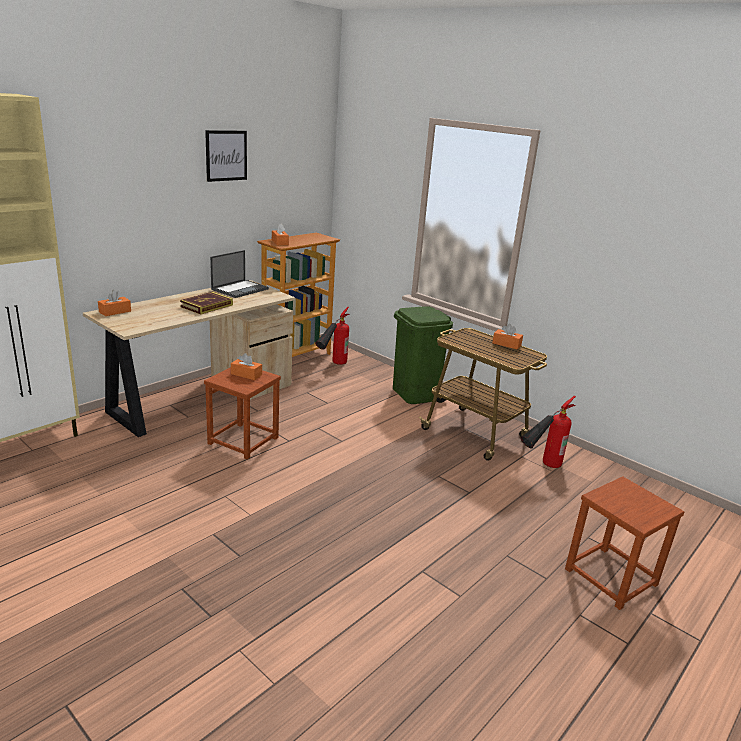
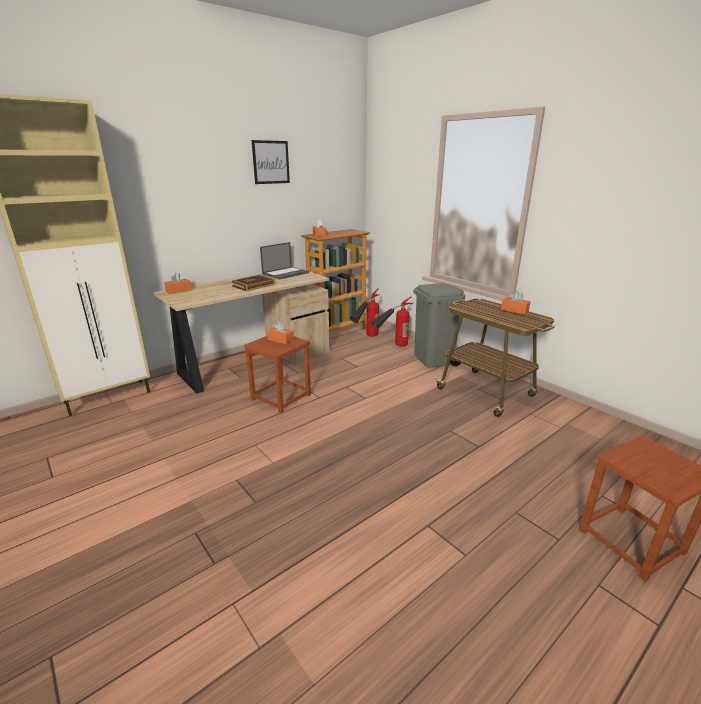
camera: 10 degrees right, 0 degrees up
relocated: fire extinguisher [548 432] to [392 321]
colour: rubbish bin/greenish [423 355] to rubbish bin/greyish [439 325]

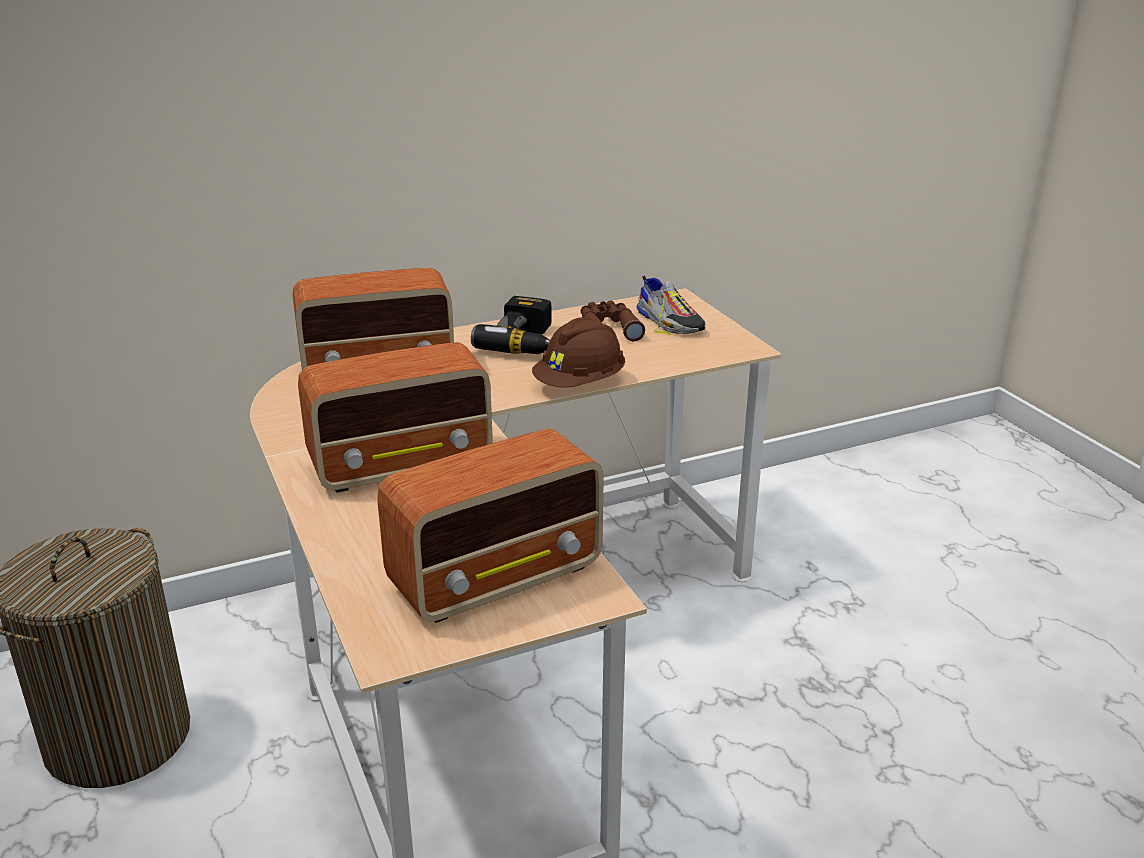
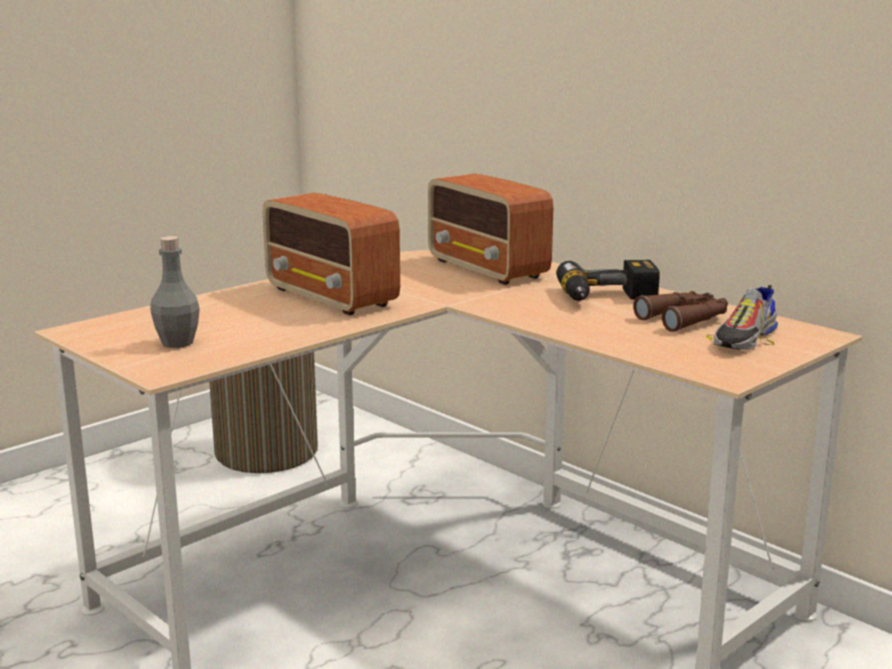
camera: 70 degrees right, 10 degrees down
missing: hard hat/brown [578 352]
exchanged: radio [490 525] to bottle/greyish [175 292]

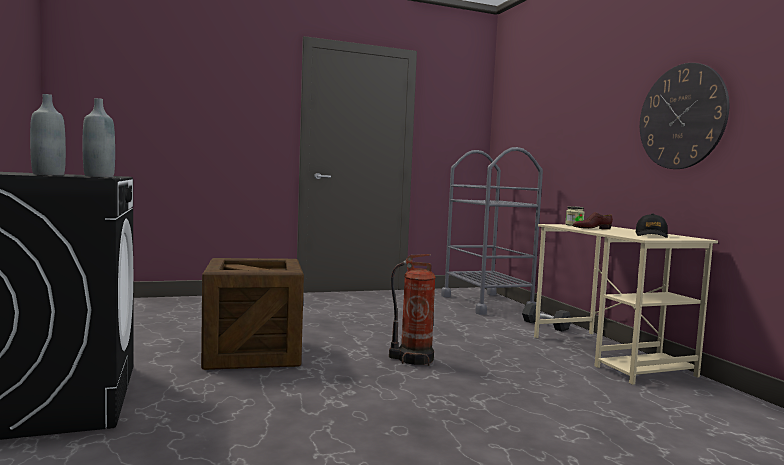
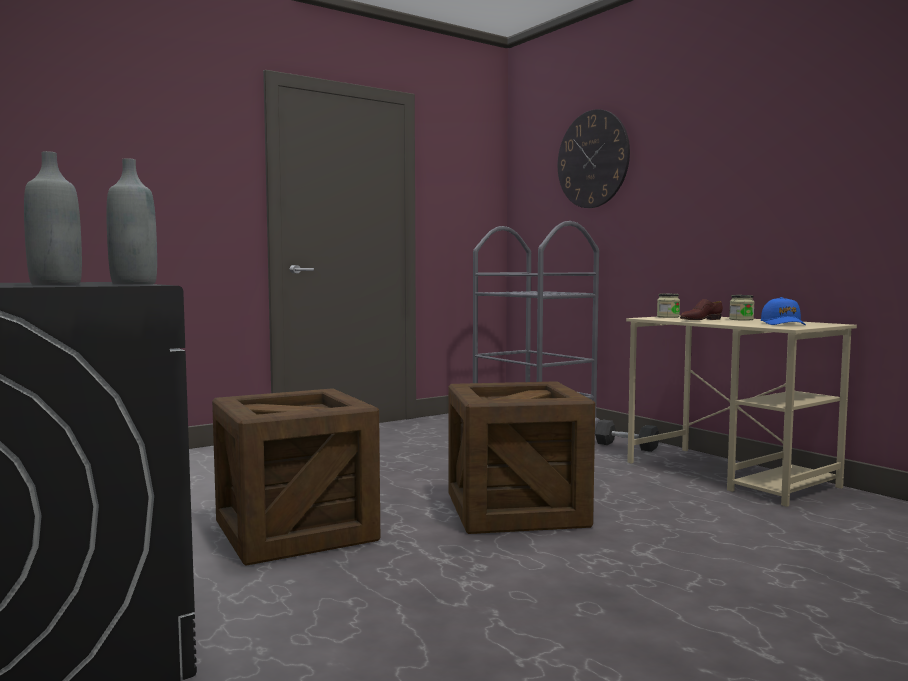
camera: 15 degrees left, 0 degrees up
appeared: storage jar [742 308]
relocated: clock on the wall [684 116] to [594 158]
exchanged: fire extinguisher [412 310] to crate [521 457]
colour: baseball cap/black-coloured [651 226] to baseball cap/blue-coloured [783 311]

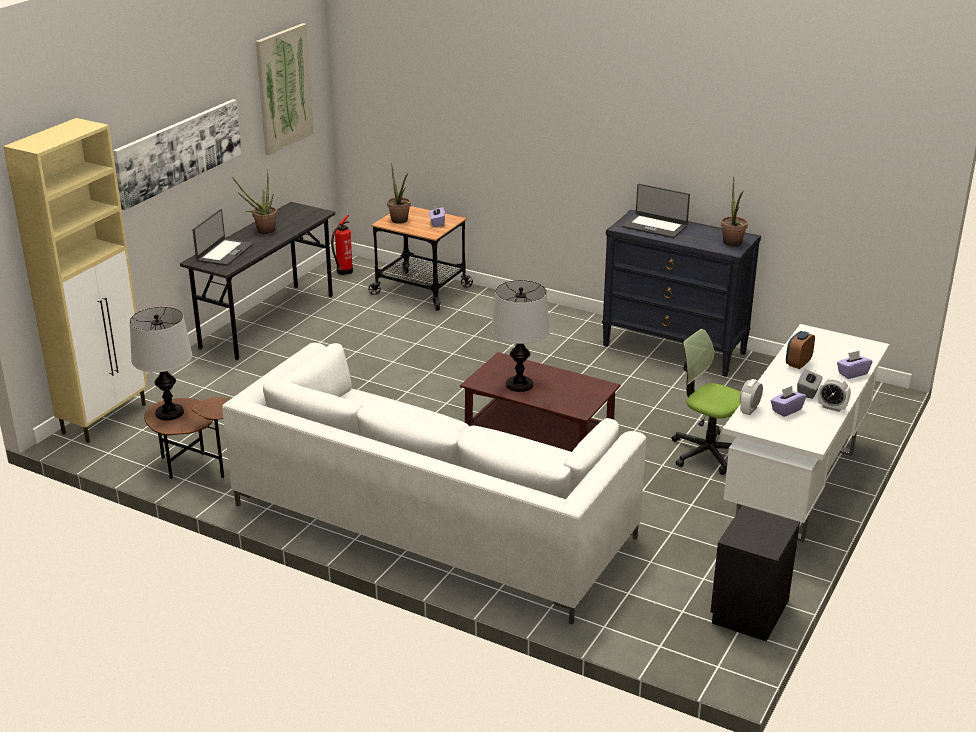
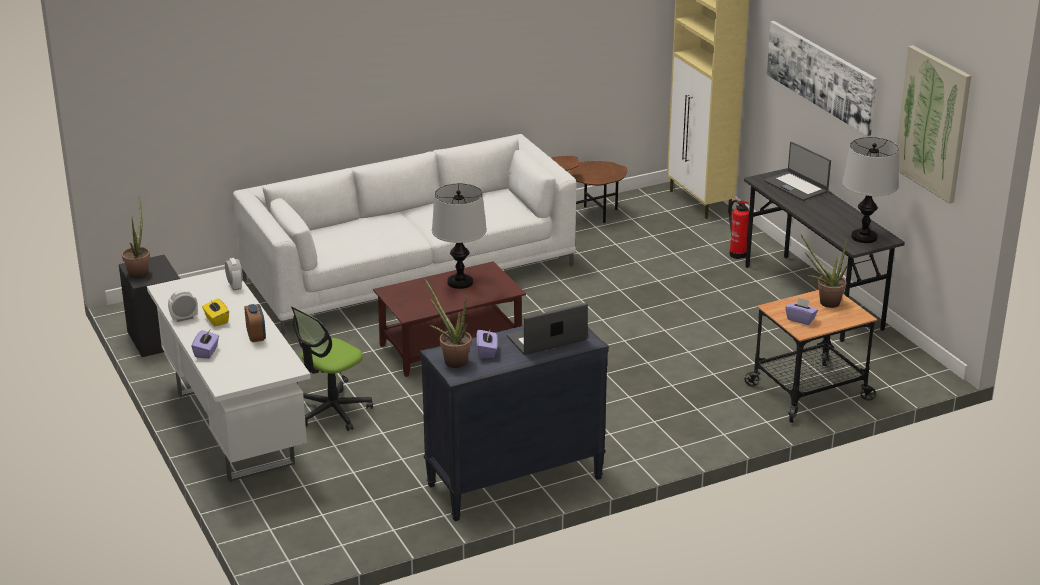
camera: 125 degrees right, 0 degrees up
relocated: houseplant [254 202] to [136 237]; fire extinguisher [342 245] to [739 229]; table lamp [161 363] to [870 190]; tissue box/purple [788 401] to [487 344]
colour: tissue box/greyish [810 384] to tissue box/yellow [215 312]
spun: desk chair [706 402] = [332 368] 150 degrees clockwise

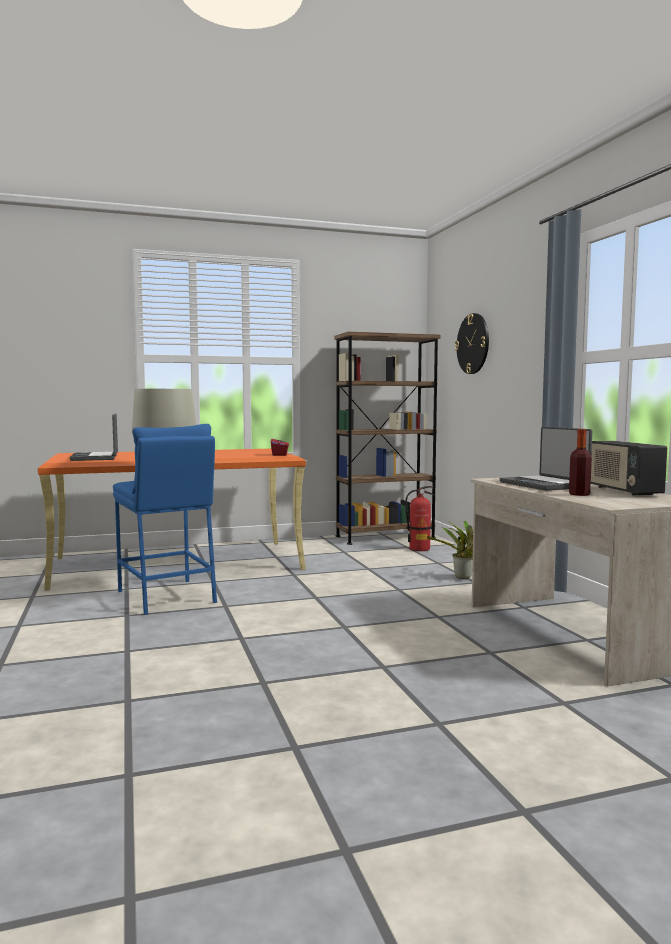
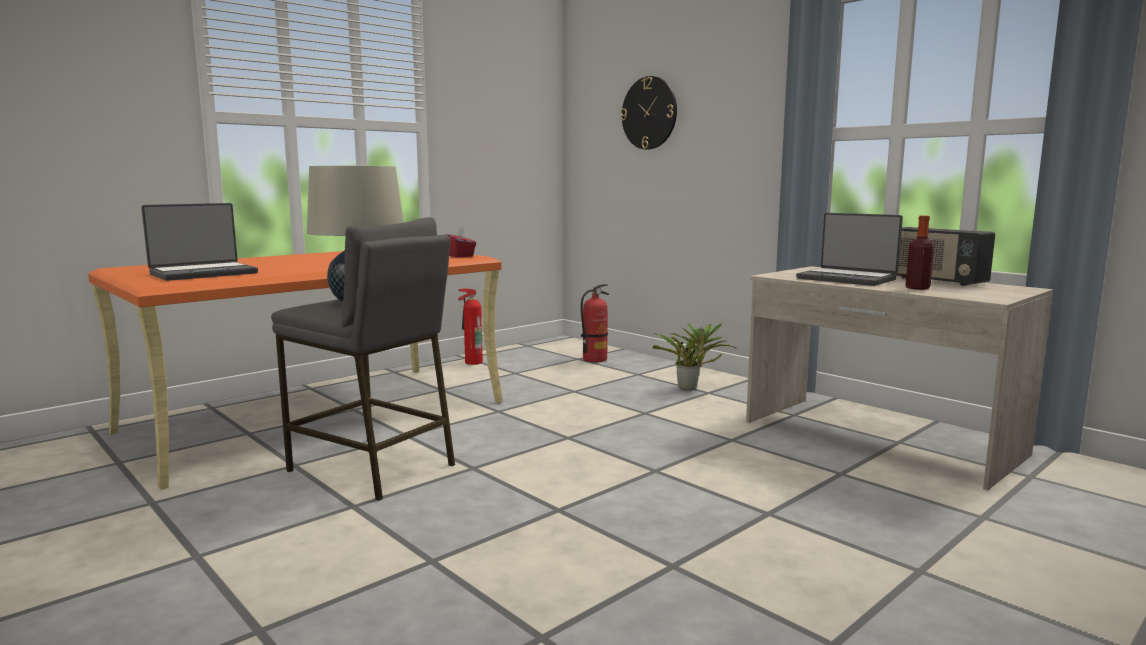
camera: 25 degrees left, 5 degrees up
missing: bookshelf/brown [387 438]
appeared: fire extinguisher [470 326]
colour: stool seat/blue-coloured [165 519] to stool seat/greyish [363 359]
spun: notebook computer [93 437] = [199 242] 90 degrees counterclockwise

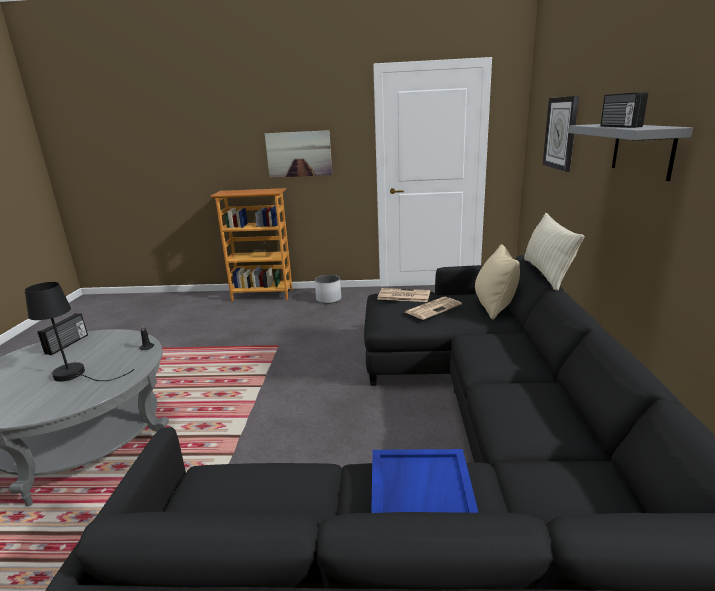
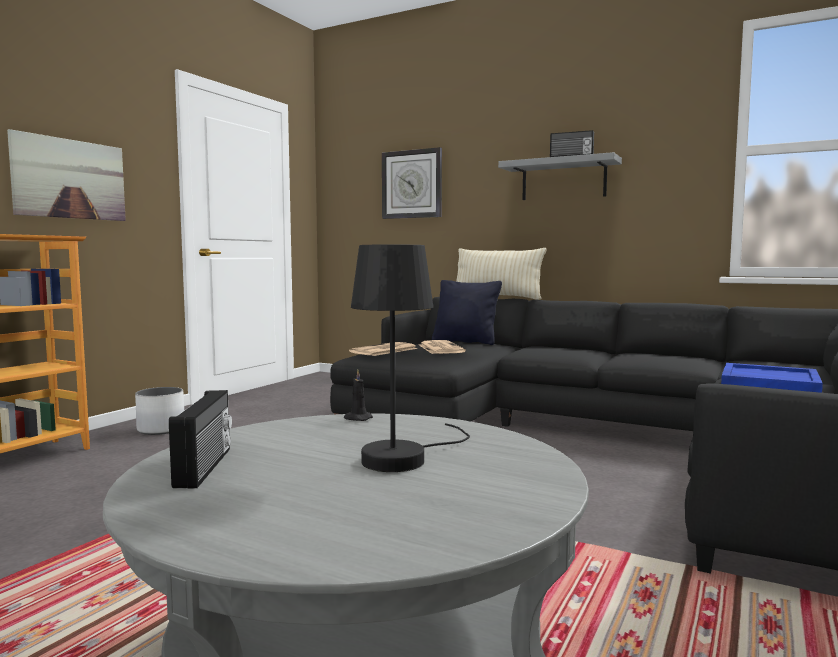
camera: 65 degrees left, 15 degrees down
colour: throw pillow/sand-coloured [497 282] to throw pillow/black-coloured [467 312]
spun: radio [63 334] = [200 439] 45 degrees clockwise

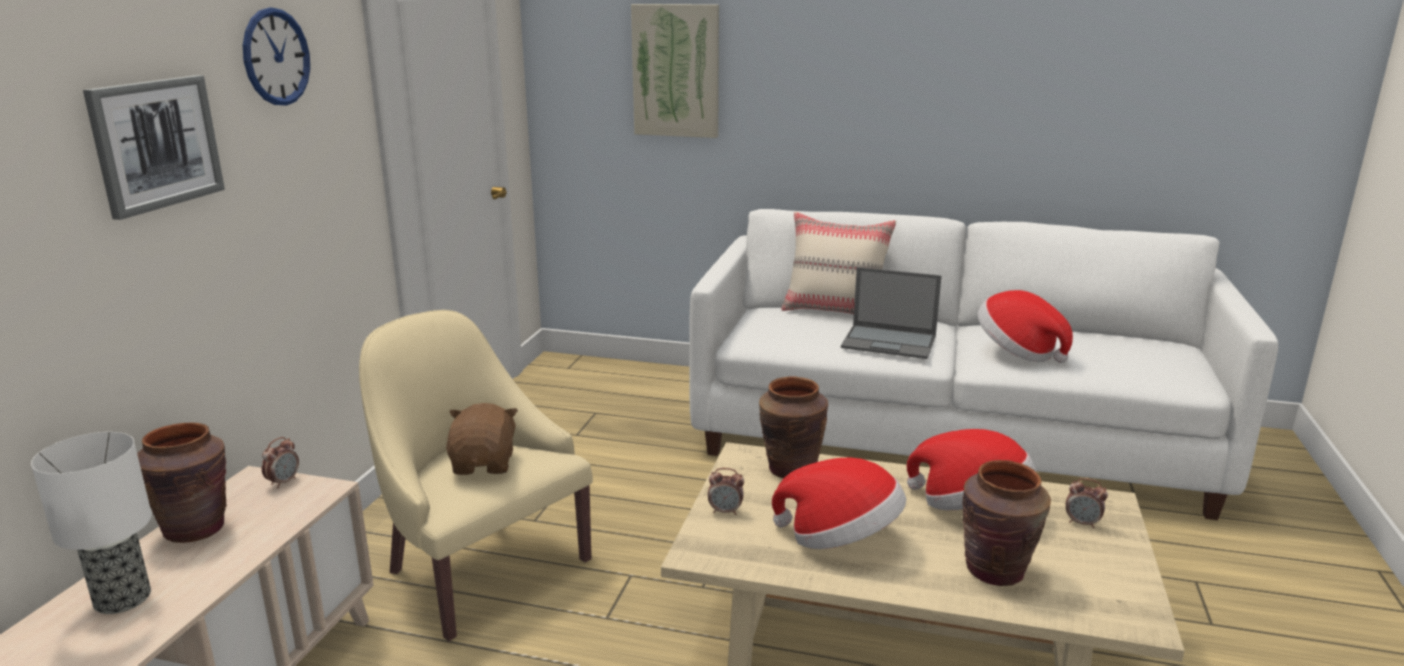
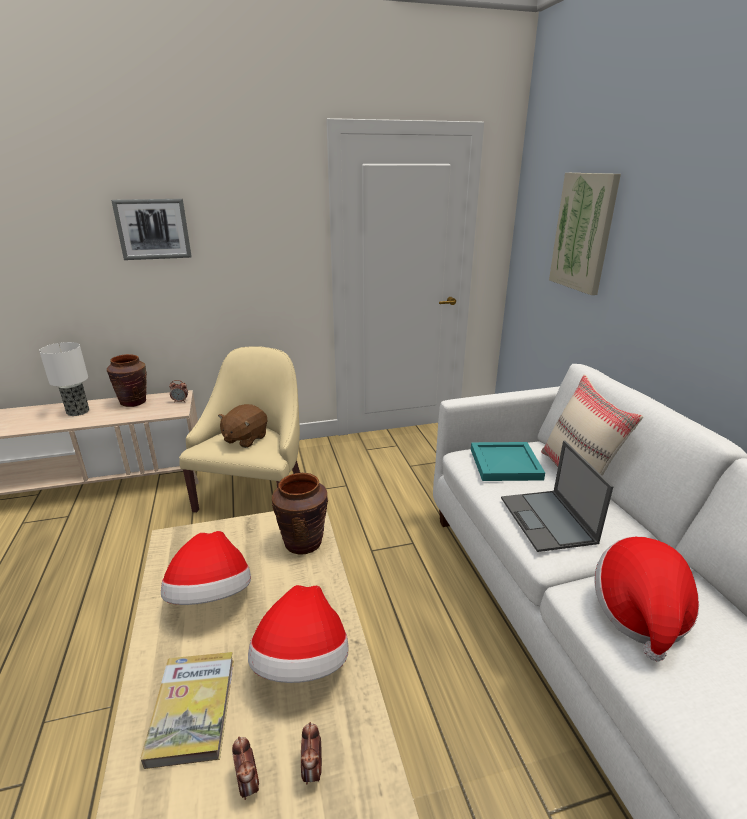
camera: 60 degrees right, 5 degrees up
missing: clock on the wall [276 56]
appeared: serving tray/blue-green [508 461]
relocated: table clock [726 491] to [245 768]
exchanged: flower vase/brown [1007 523] to book [187 710]
spun: plush toy/brown [482 439] = [242 426] 150 degrees clockwise

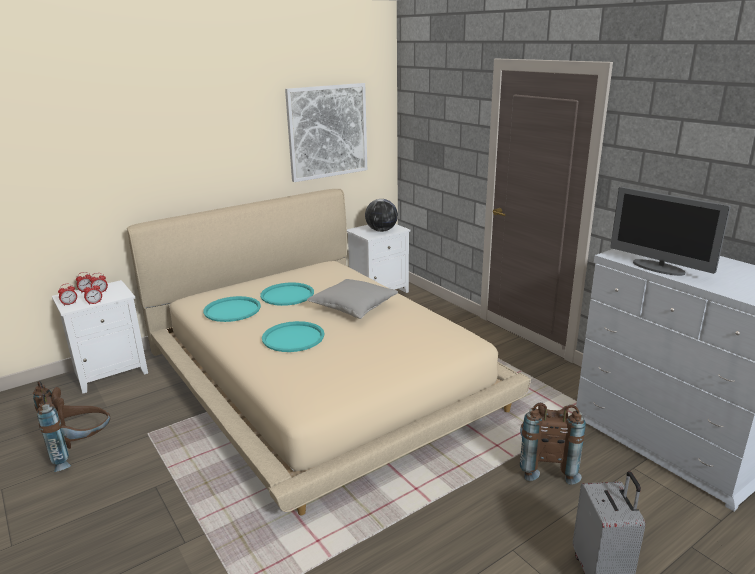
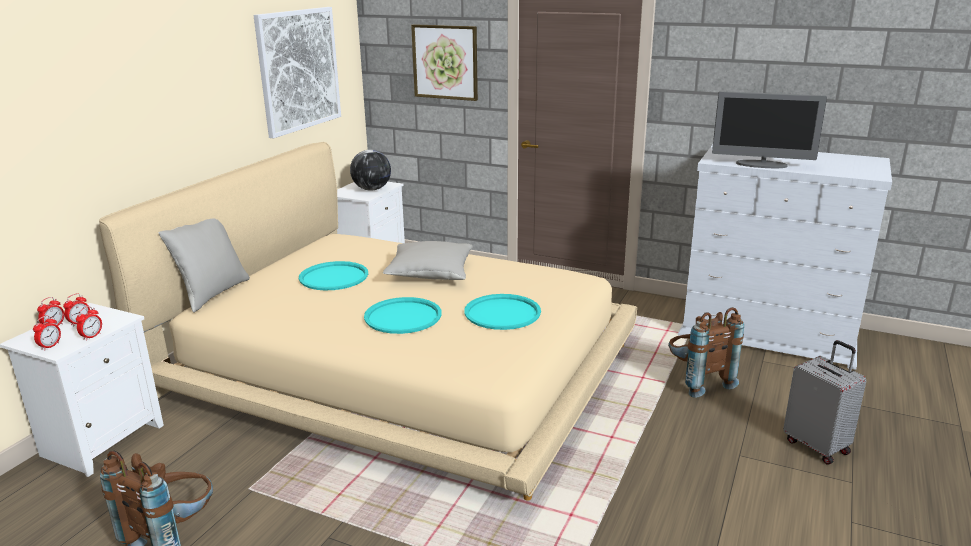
camera: 30 degrees left, 0 degrees up
appeared: wall picture [444 62]; throw pillow/greyish [204 265]
relocated: serving tray/blue-green [232 309] to [502 312]

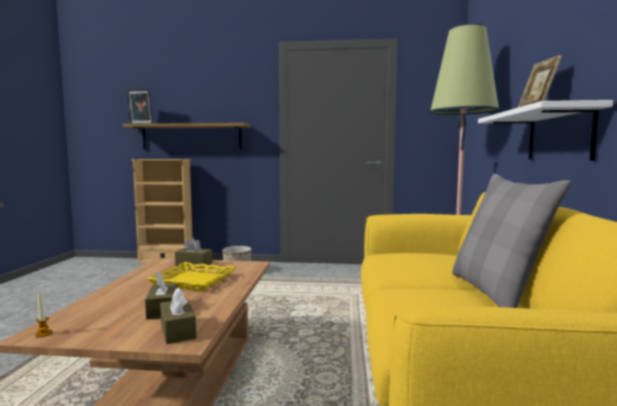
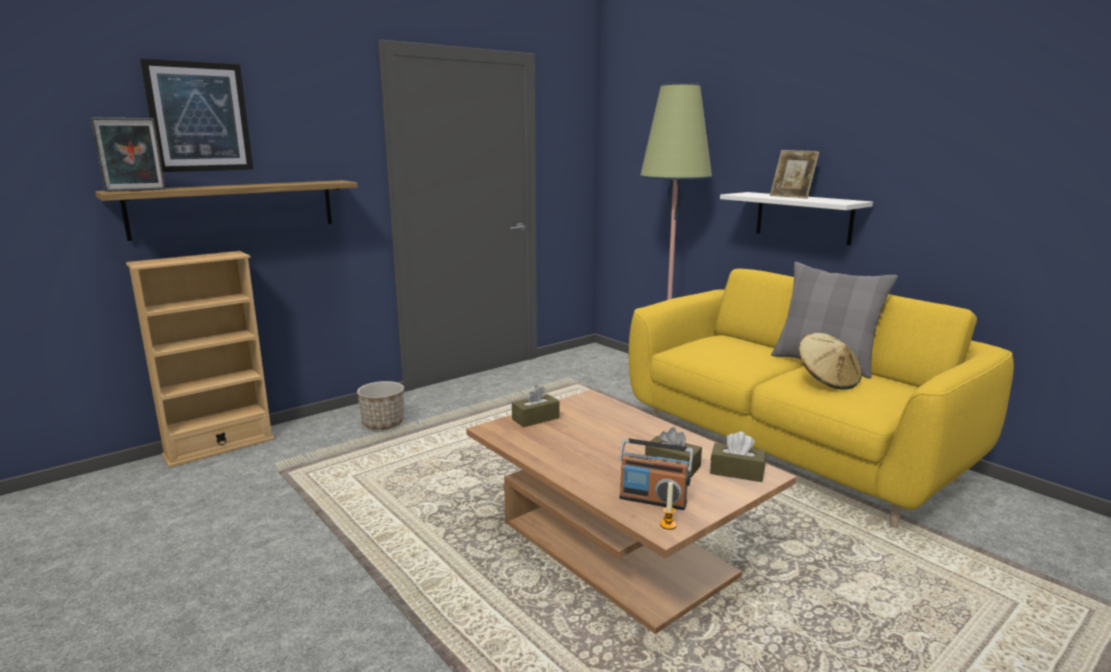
camera: 45 degrees left, 10 degrees up
missing: serving tray/yellow [191 276]
appeared: wall picture [196 115]; hat/sand-coloured [830 361]; radio [656 474]

